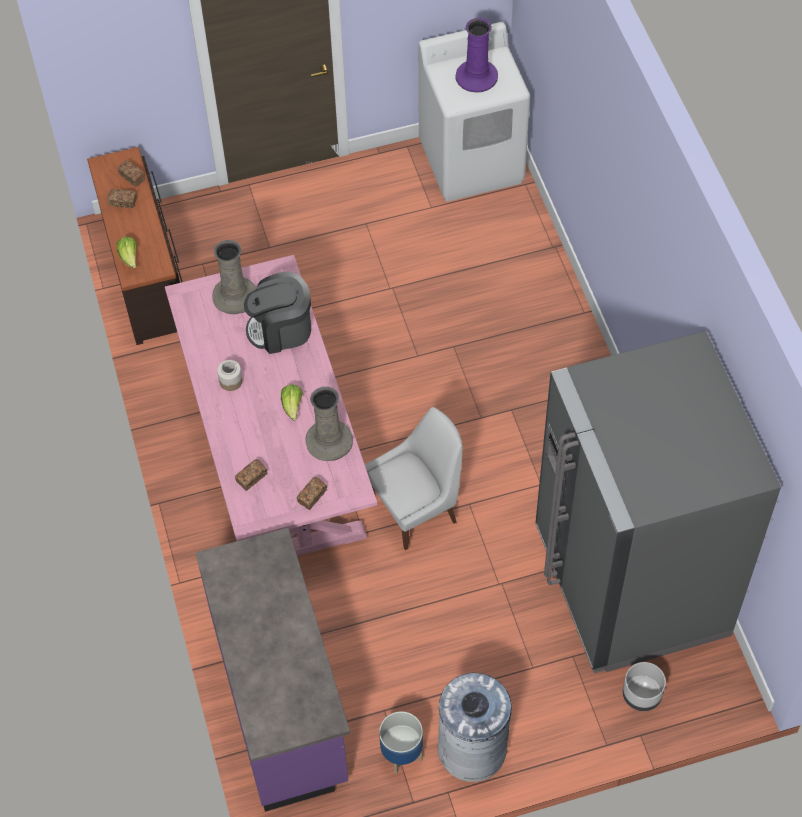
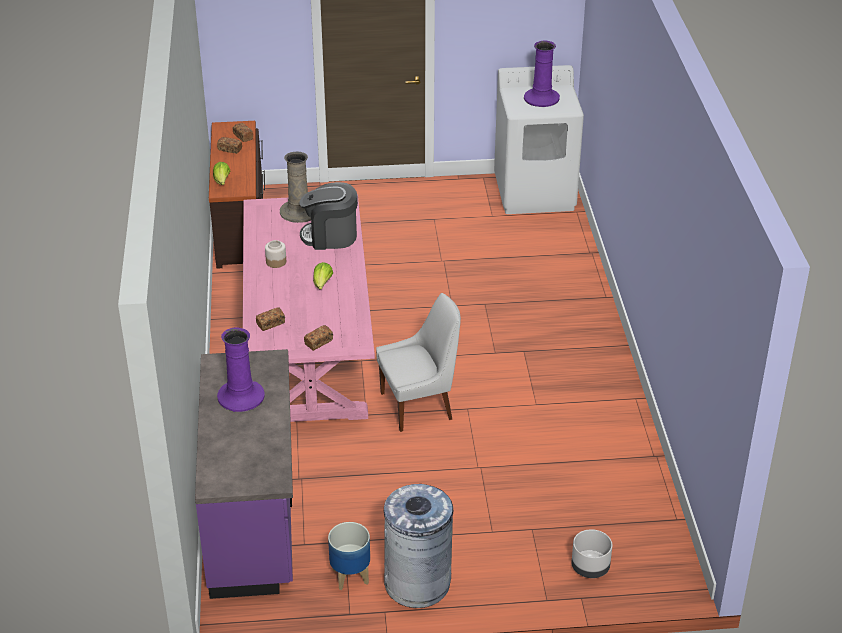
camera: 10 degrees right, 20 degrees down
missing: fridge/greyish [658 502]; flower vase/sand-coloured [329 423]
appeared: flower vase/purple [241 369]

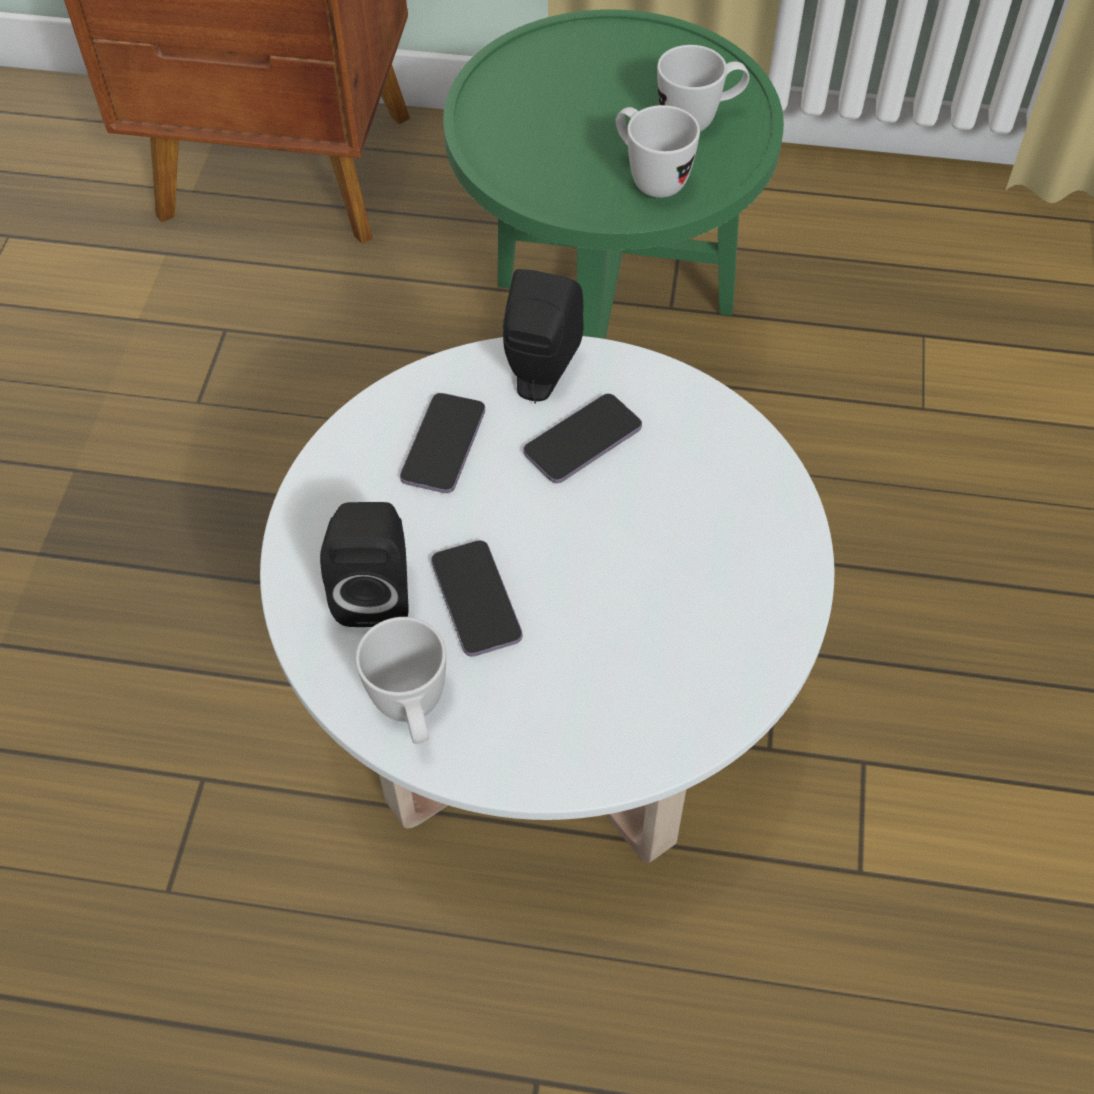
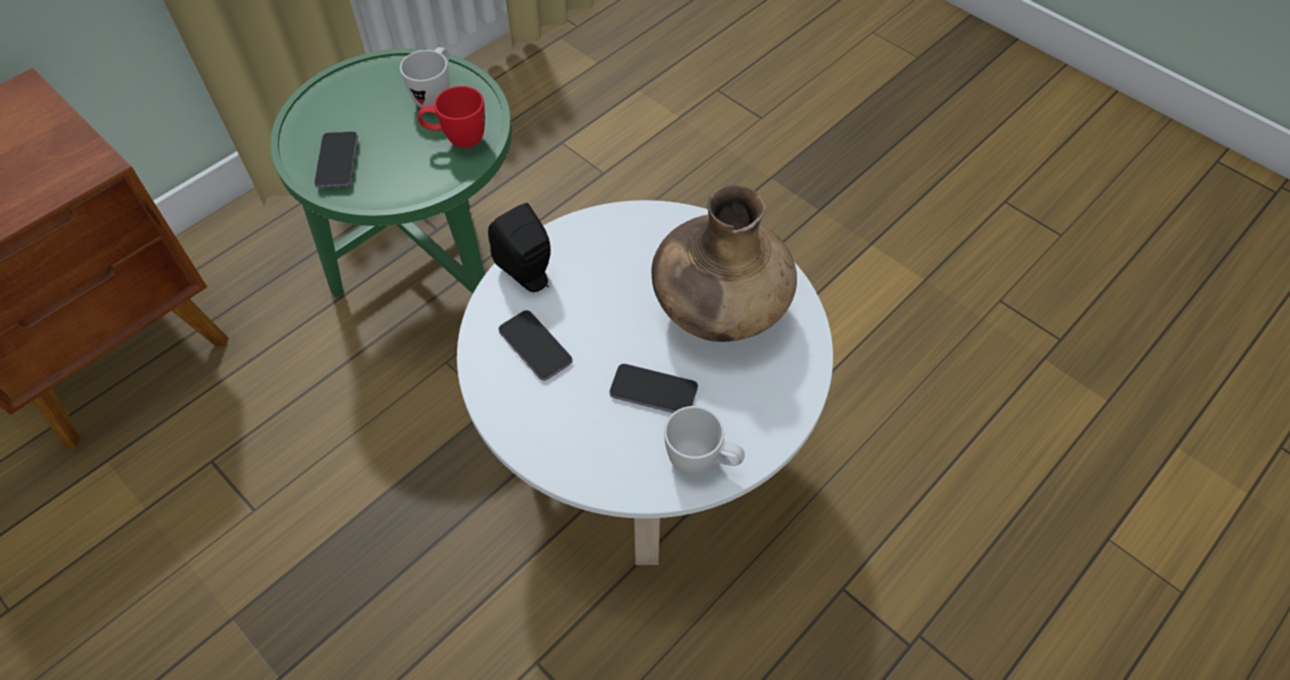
camera: 55 degrees left, 0 degrees up
missing: audio speaker/black-coloured [364 564]
appeared: flower vase/brown [724 263]
relocated: phone [582 438] to [336 160]
colour: tea mug/white-coloured [658 151] to tea mug/red [451 117]

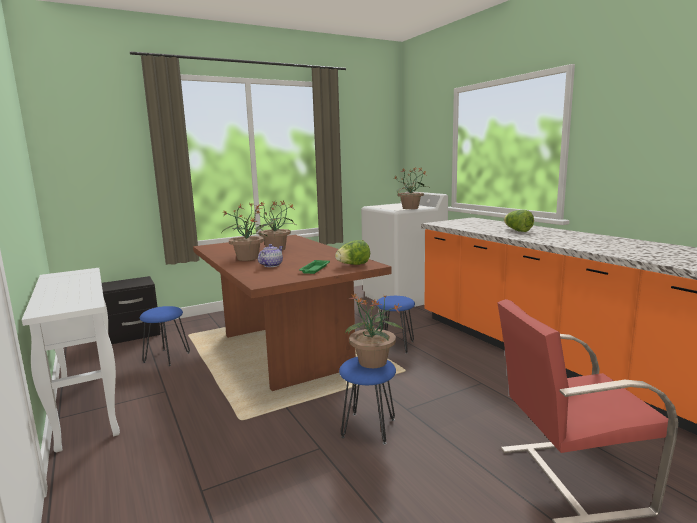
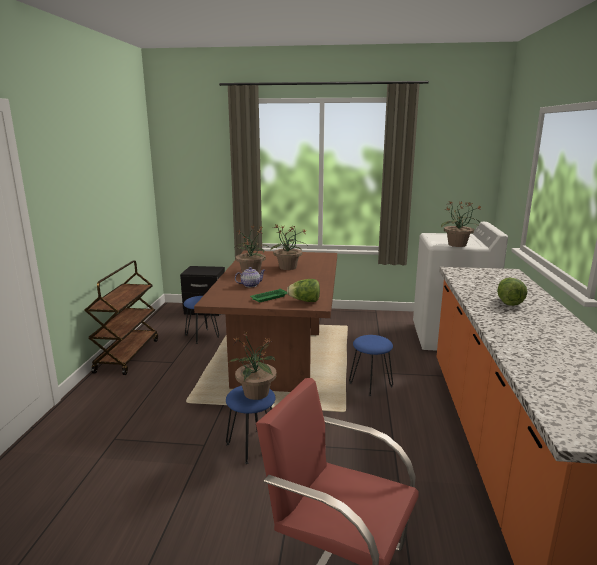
camera: 35 degrees right, 5 degrees up
exchanged: console table/white-coloured [71 360] to wheeled cart/brown [121 318]

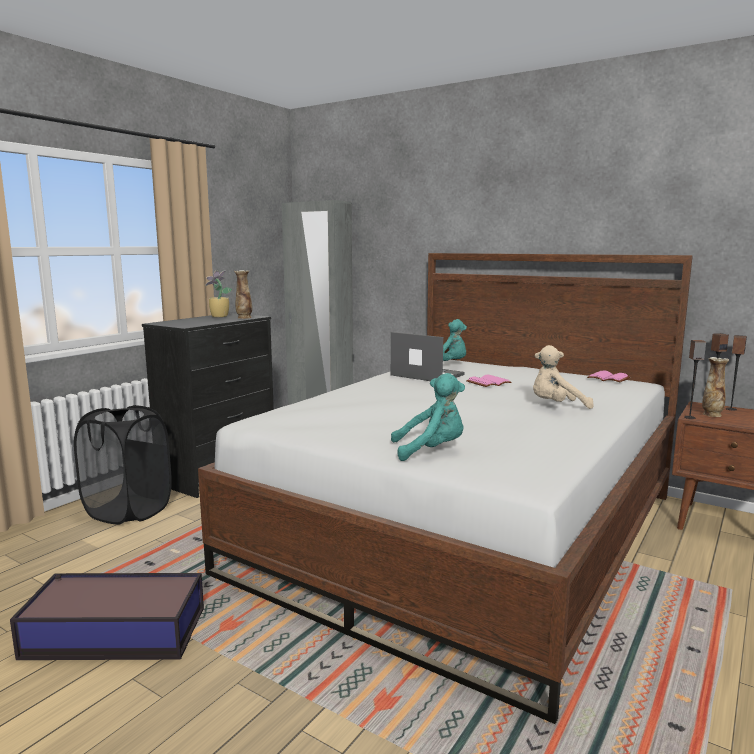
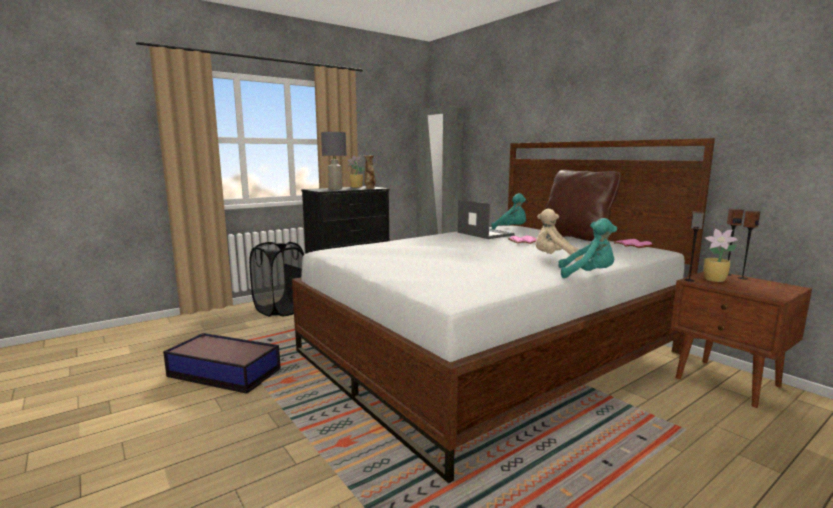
camera: 20 degrees right, 0 degrees up
appeared: table lamp/greyish [333 161]; throw pillow/brown [582 205]
relocated: plush toy/blue-green [428 417] to [587 248]
exchanged: flower vase [715 387] to houseplant [721 255]

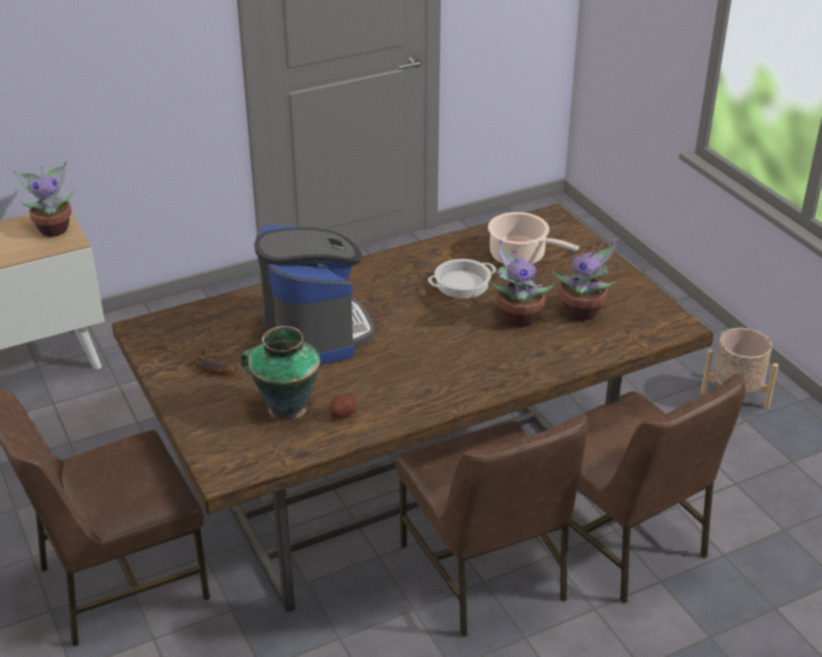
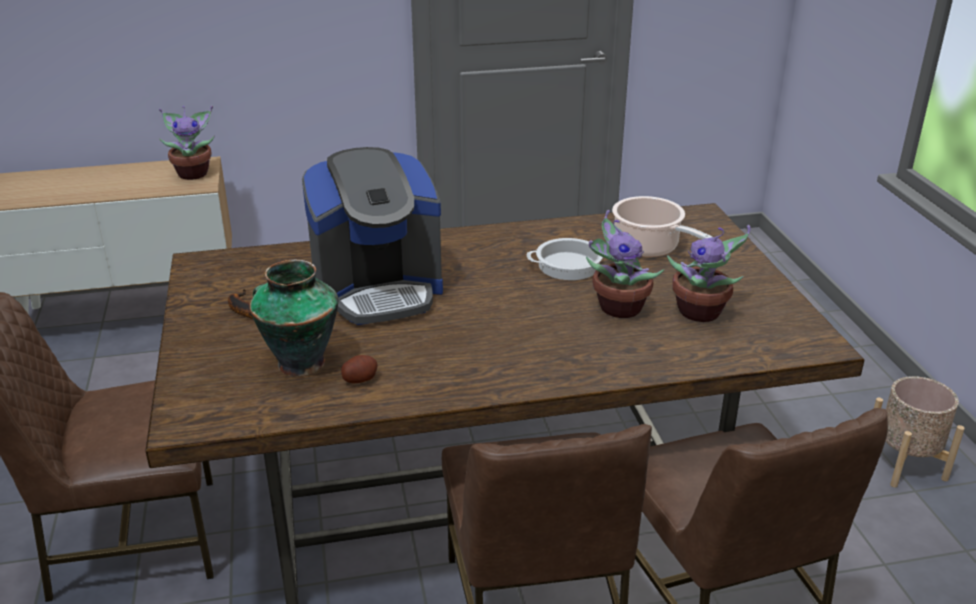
camera: 15 degrees right, 5 degrees down
spun: coffee brewer [314 295] = [372 236] 75 degrees clockwise

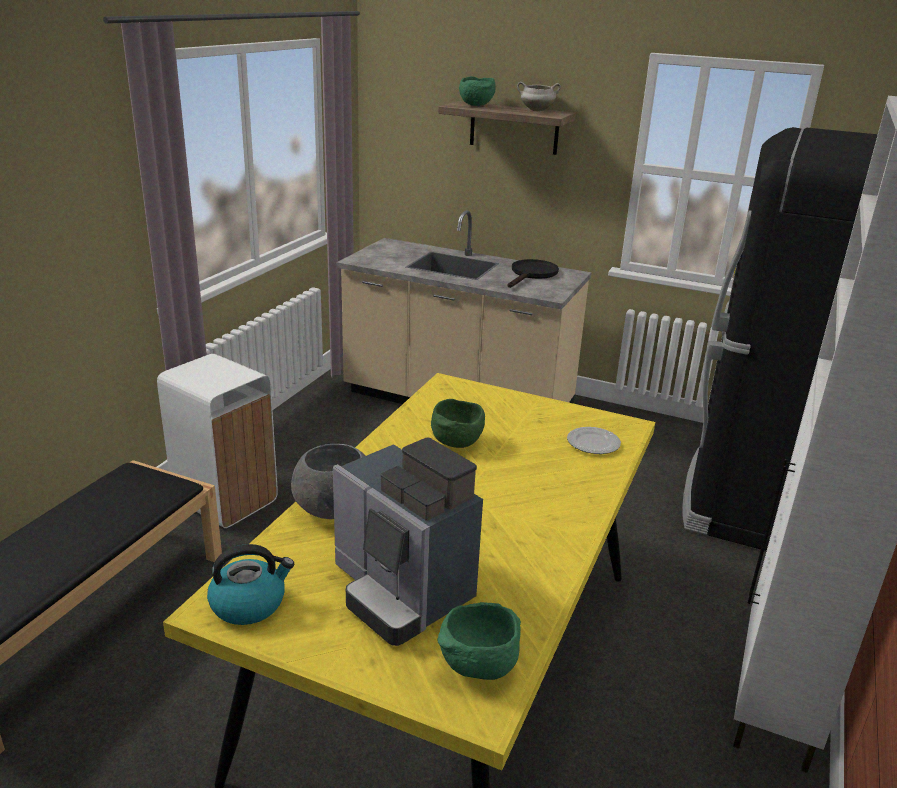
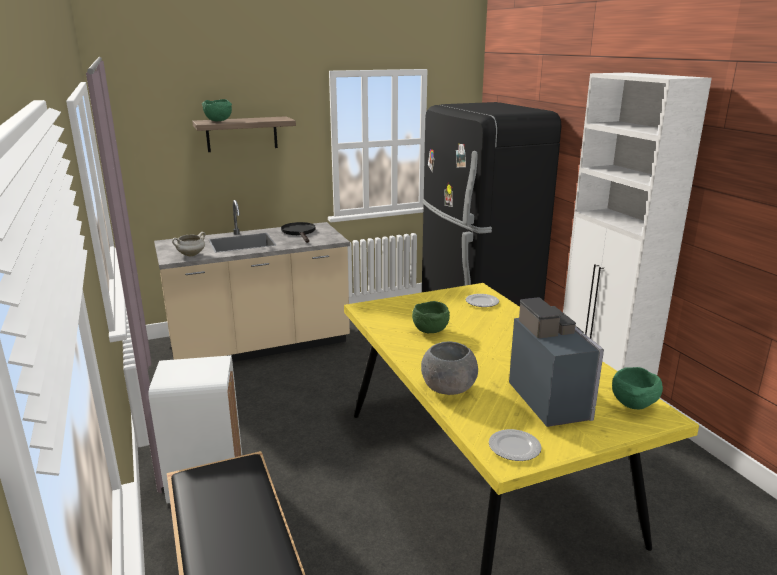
camera: 45 degrees left, 5 degrees down
relocated: saucepot/white-coloured [539 96] to [188 244]
exchanged: kettle [250 584] to plate [515 445]
spun: coffee brewer [408 541] = [556 362] 105 degrees counterclockwise

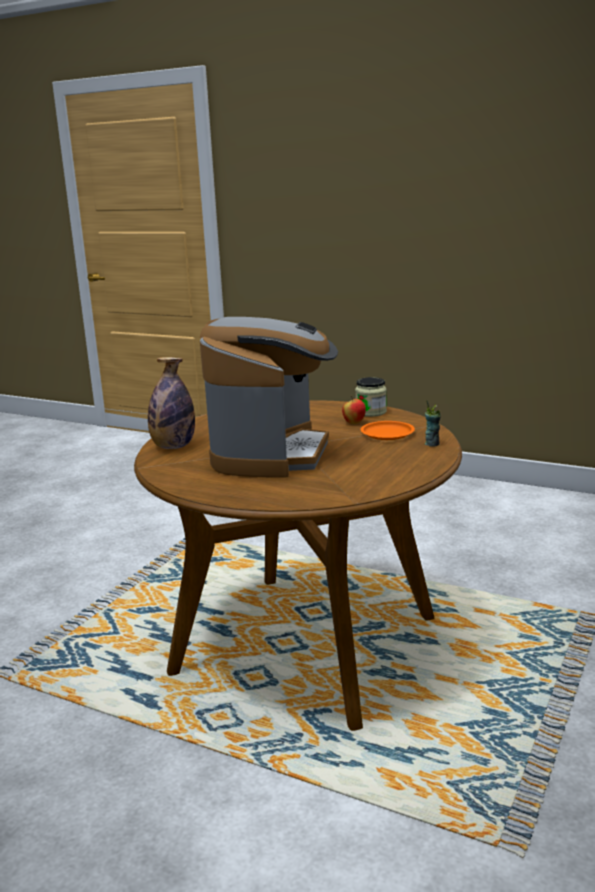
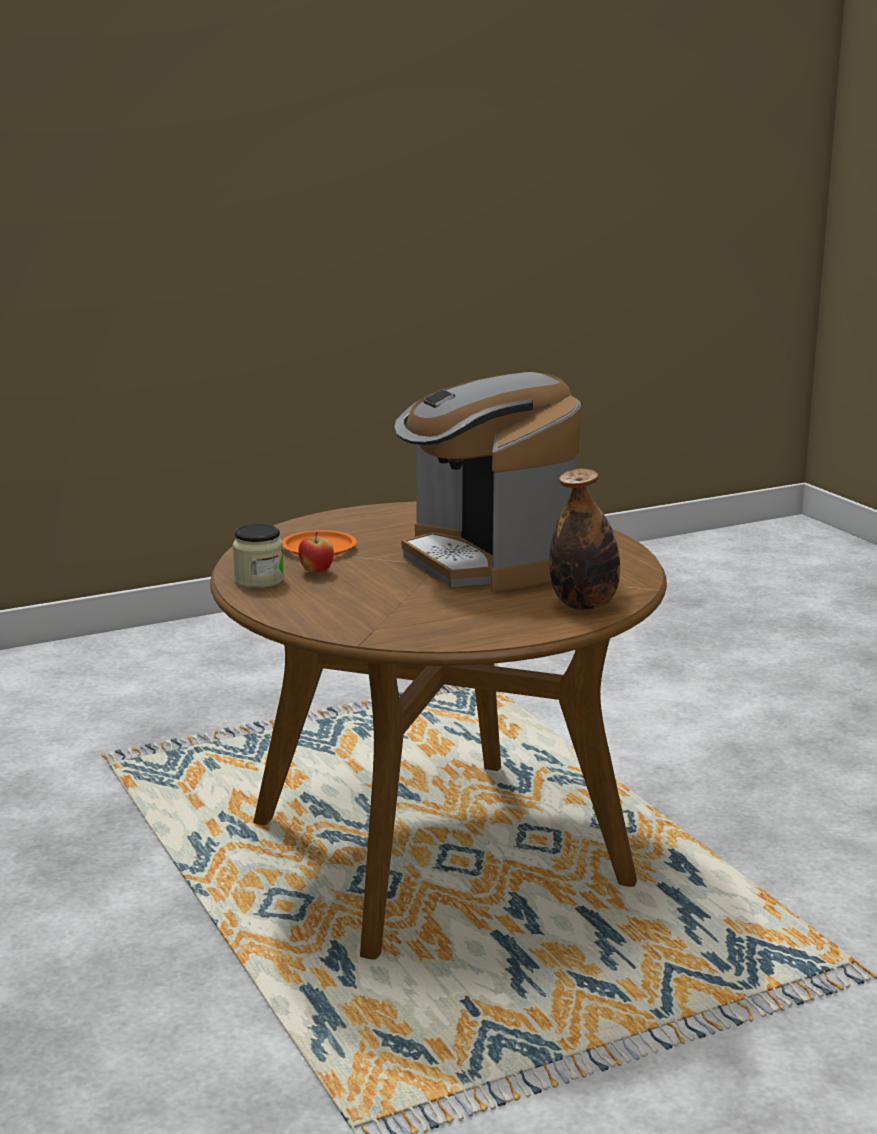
camera: 145 degrees left, 0 degrees up
missing: cup [433 424]
spun: coffee brewer [269 397] = [487 482] 75 degrees counterclockwise

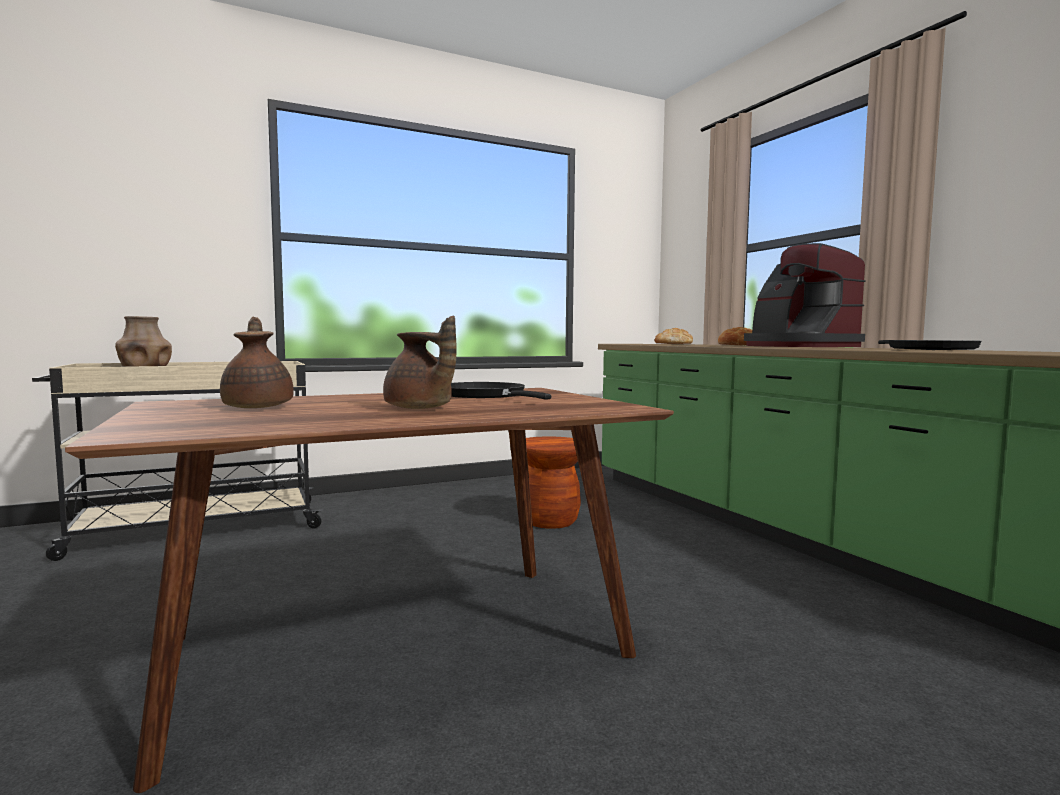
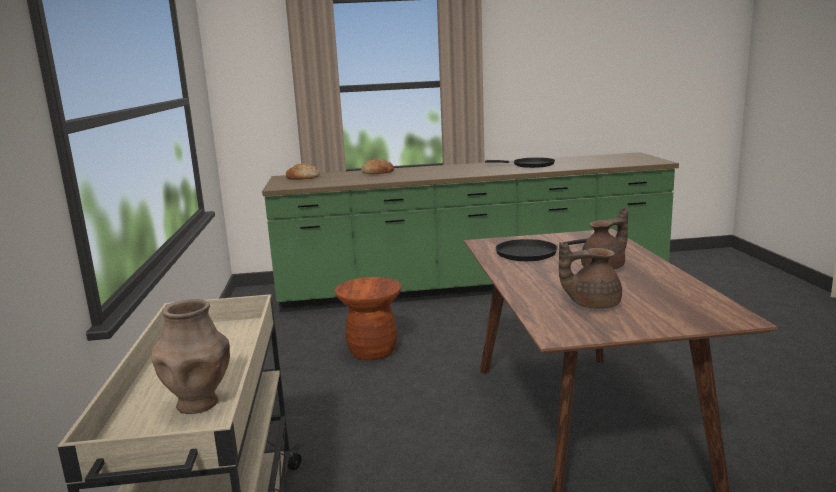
camera: 70 degrees left, 10 degrees up
missing: coffee brewer [805 295]

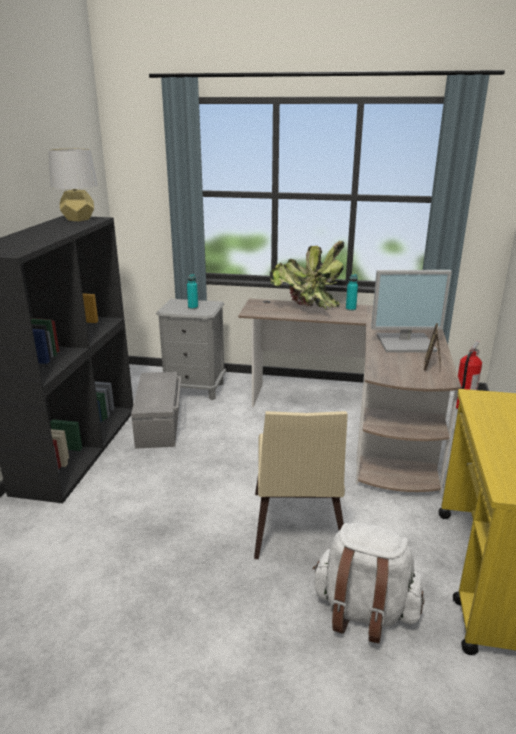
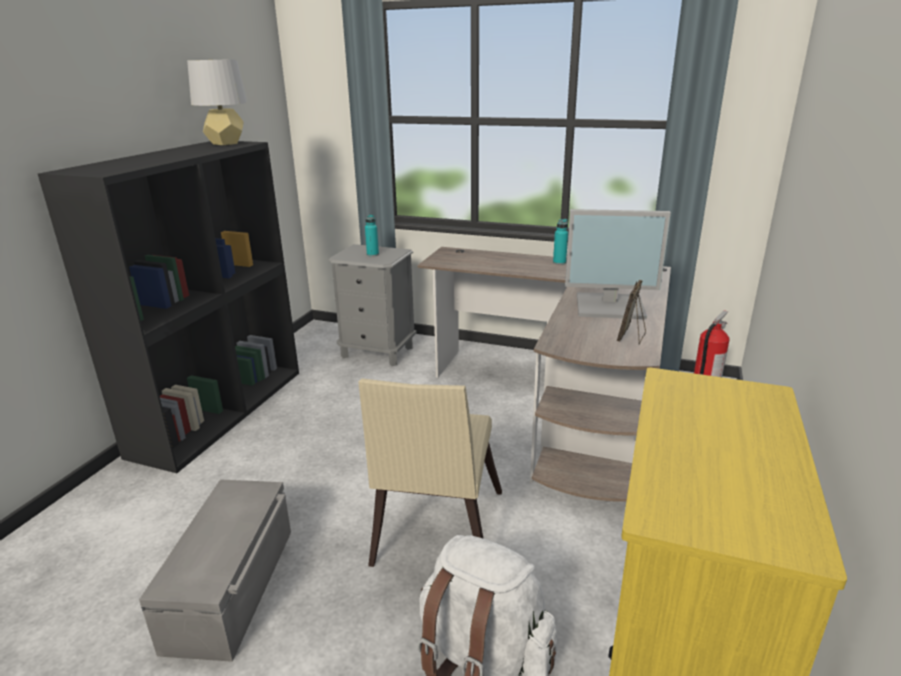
camera: 10 degrees right, 0 degrees up
missing: houseplant [307 275]
relocated: storage container/greyish [156 410] to [215 570]

